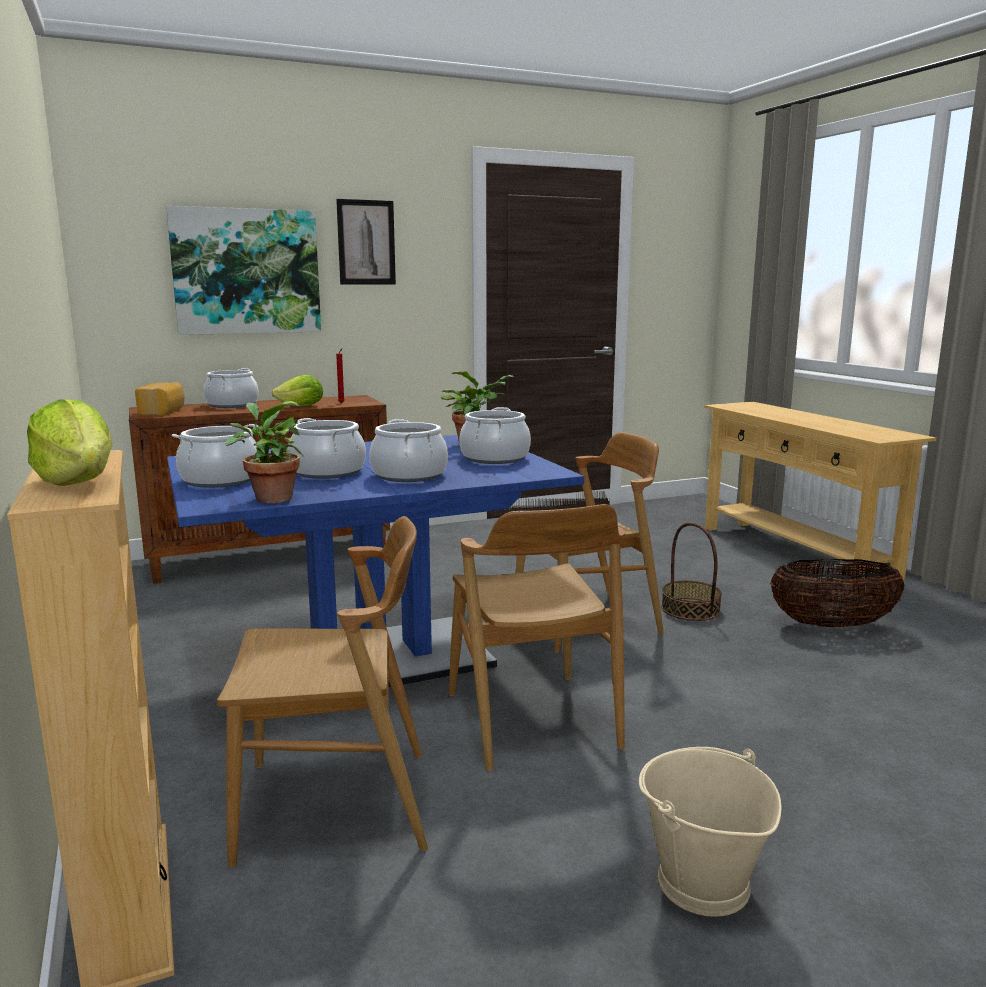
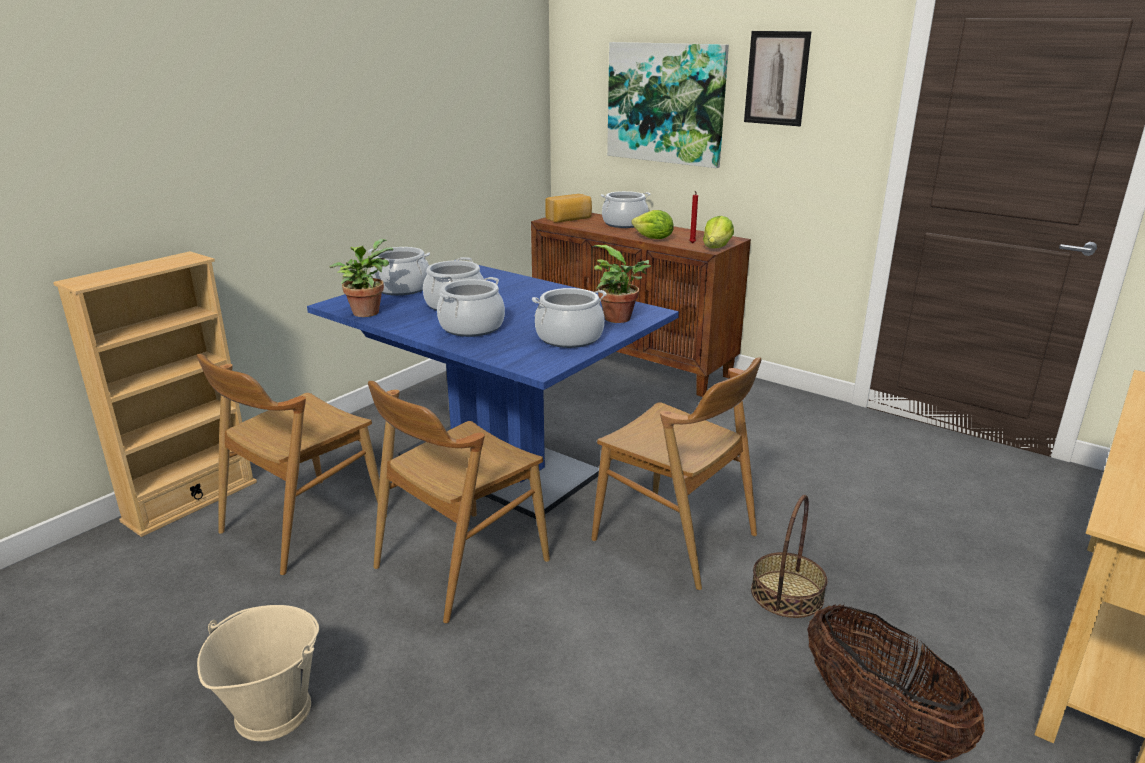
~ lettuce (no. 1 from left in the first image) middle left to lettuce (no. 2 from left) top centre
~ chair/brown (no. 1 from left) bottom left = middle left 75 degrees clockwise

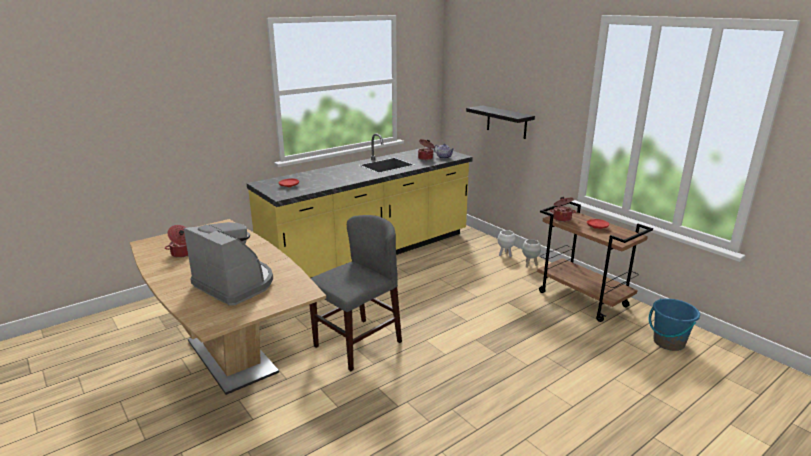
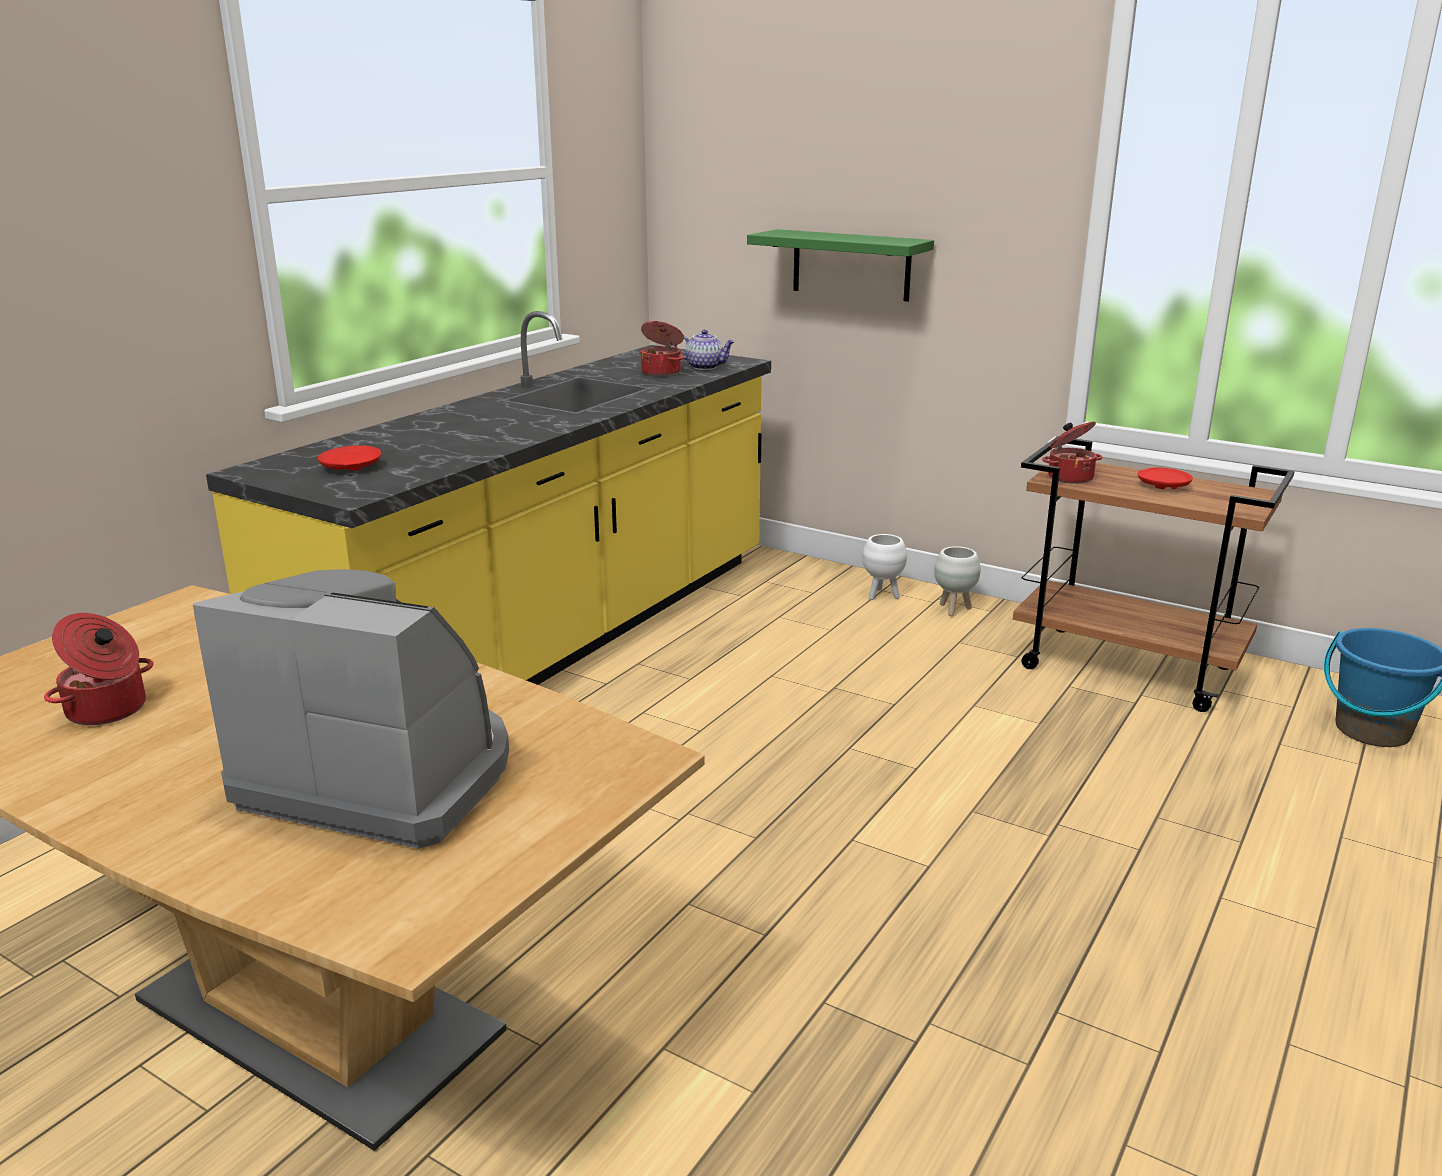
- chair/grey centre
~ shelf/black top centre to shelf/green top centre

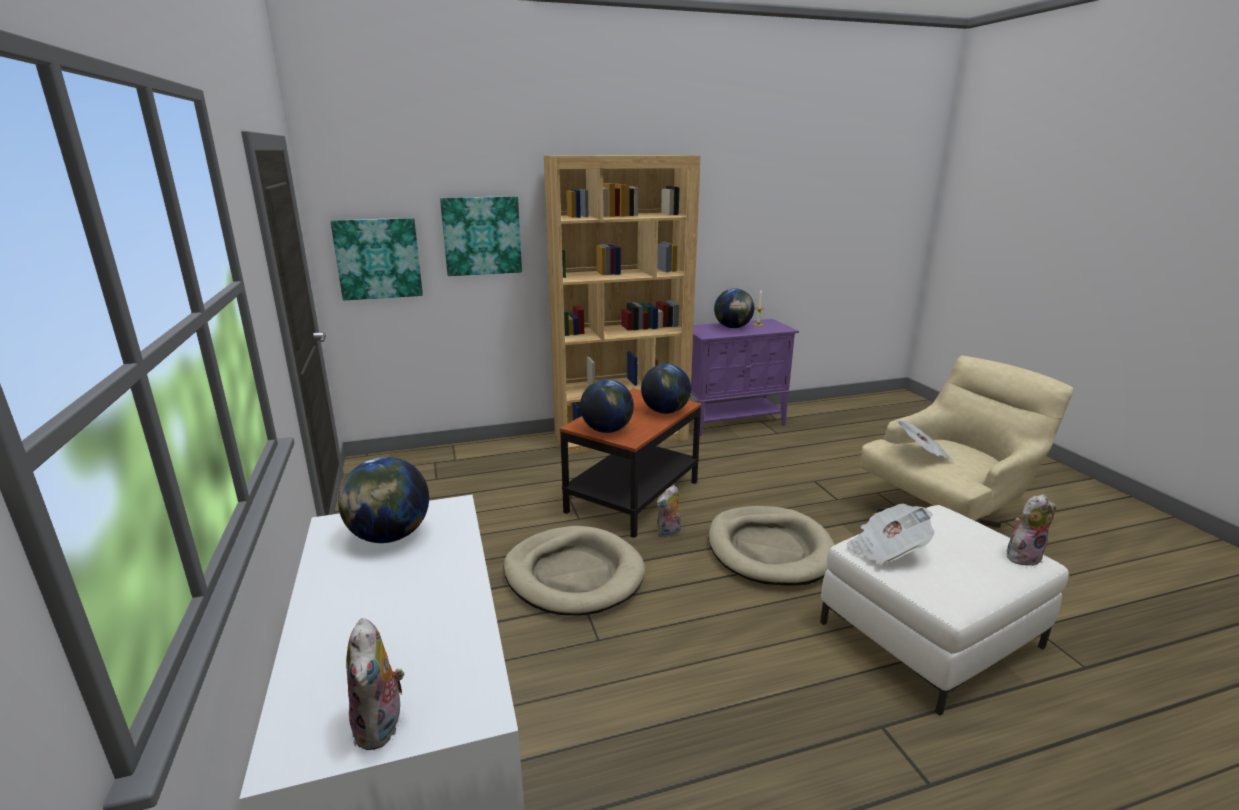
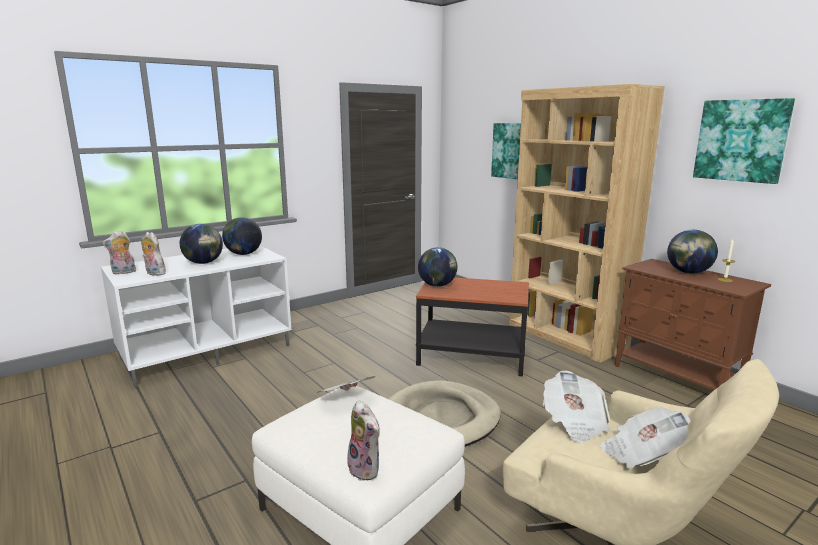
- dog bed/beige (no. 1 from left) bottom centre
+ newspaper (no. 3 from left) bottom right
~ picture (no. 1 from left in the first image) top left to picture (no. 2 from left) top right
~ globe (no. 3 from left in the first image) centre to globe (no. 1 from left) middle left
~ plush toy (no. 2 from left) centre to middle left
~ cabinet/purple centre to cabinet/brown middle right

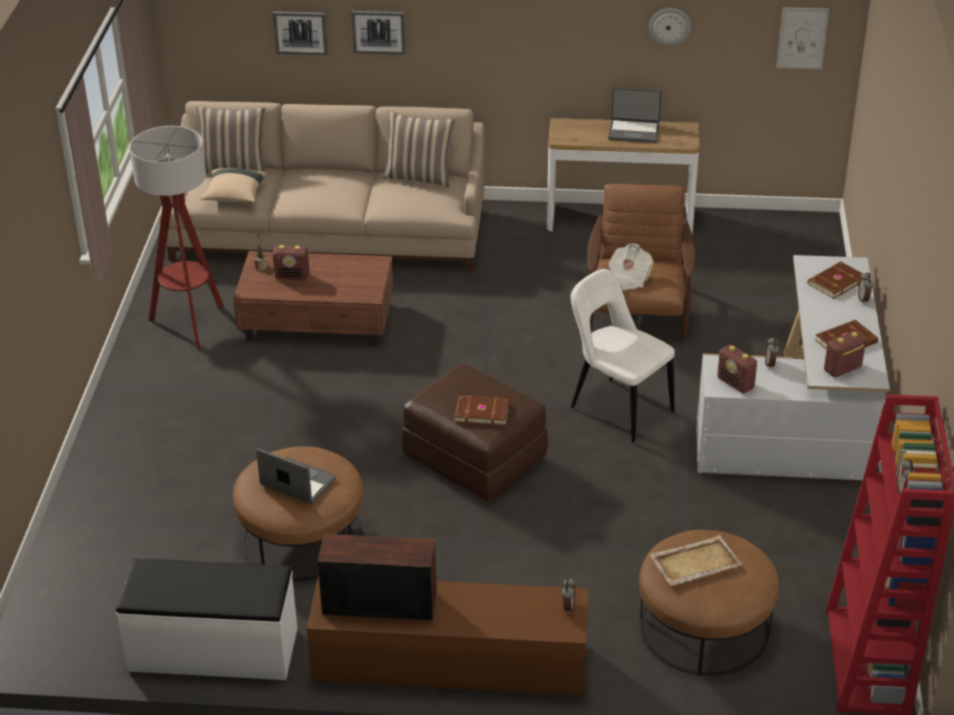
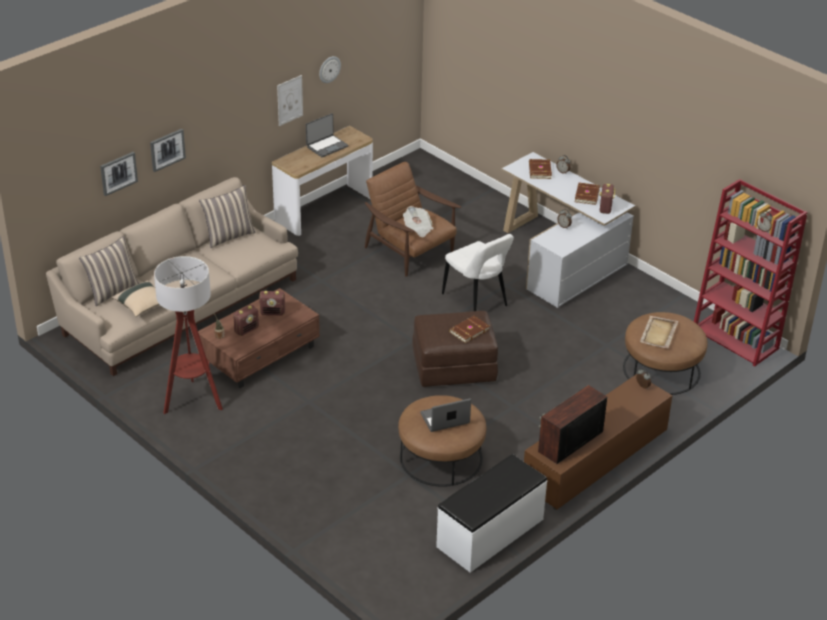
~ radio (no. 2 from left) middle right to middle left
~ picture (no. 3 from left) top right to top centre
~ chair/white centre = centre 120 degrees counterclockwise

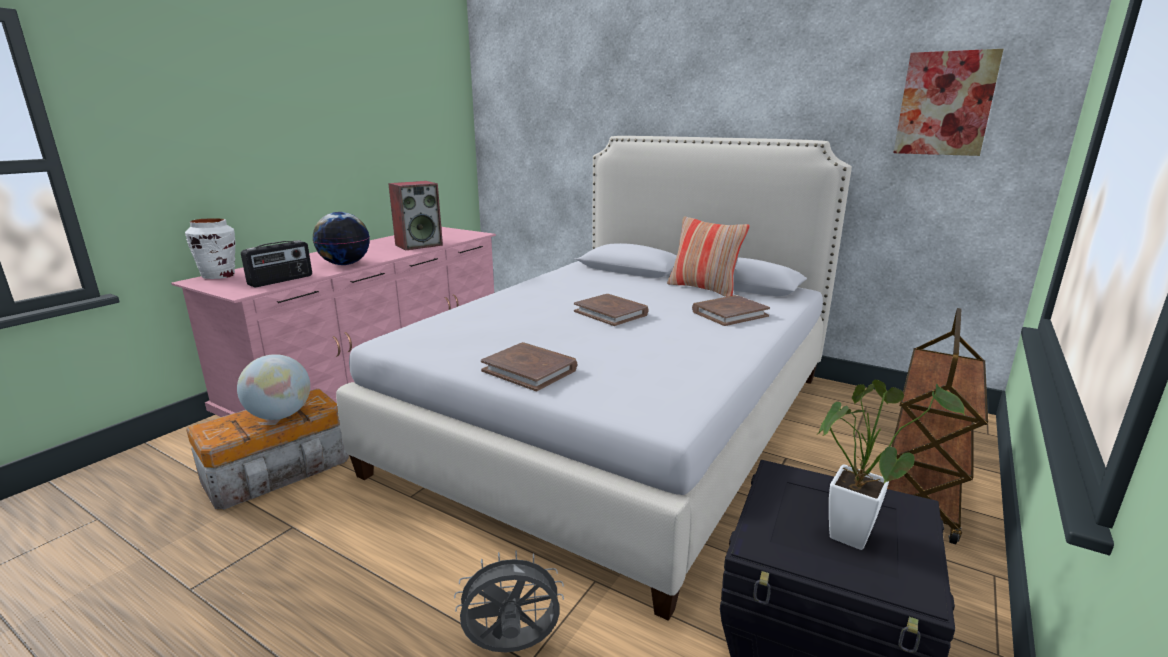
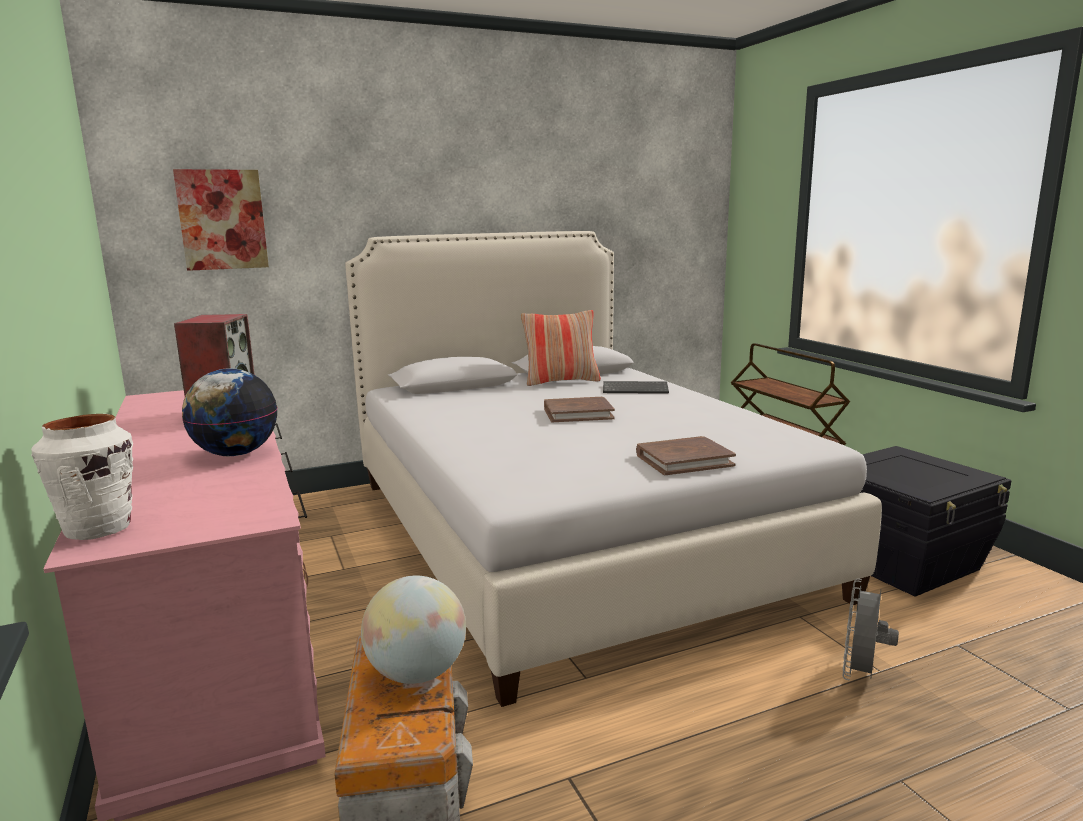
- radio middle left
- potted plant bottom right
~ picture top right to top left
~ book/brown (no. 3 from left) centre to keyboard centre

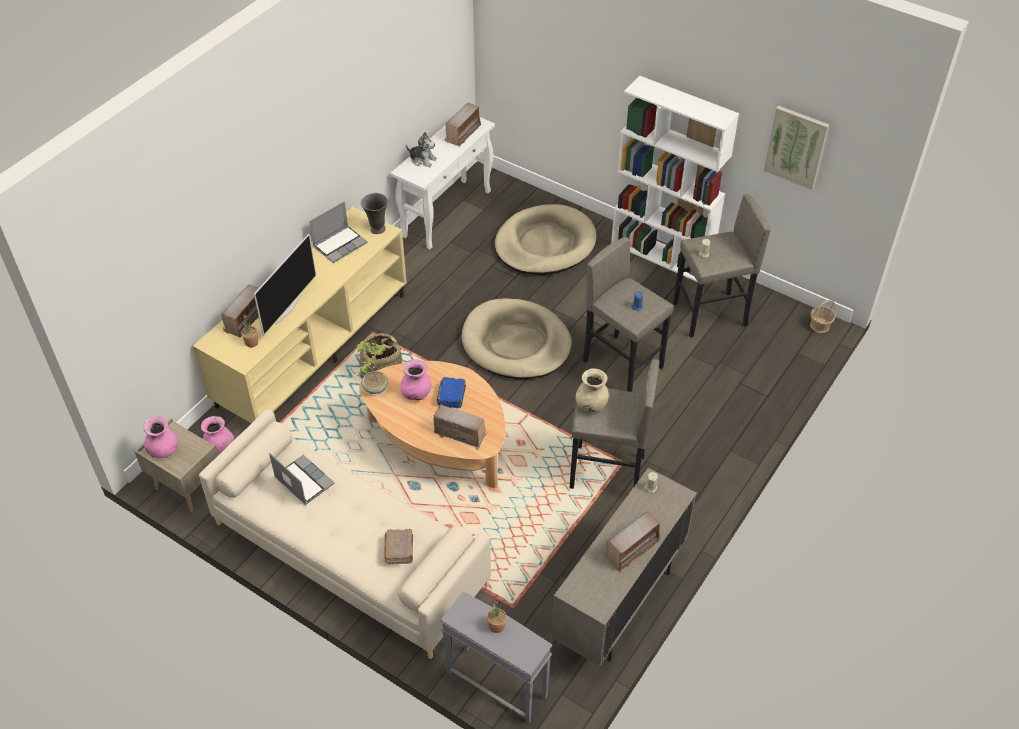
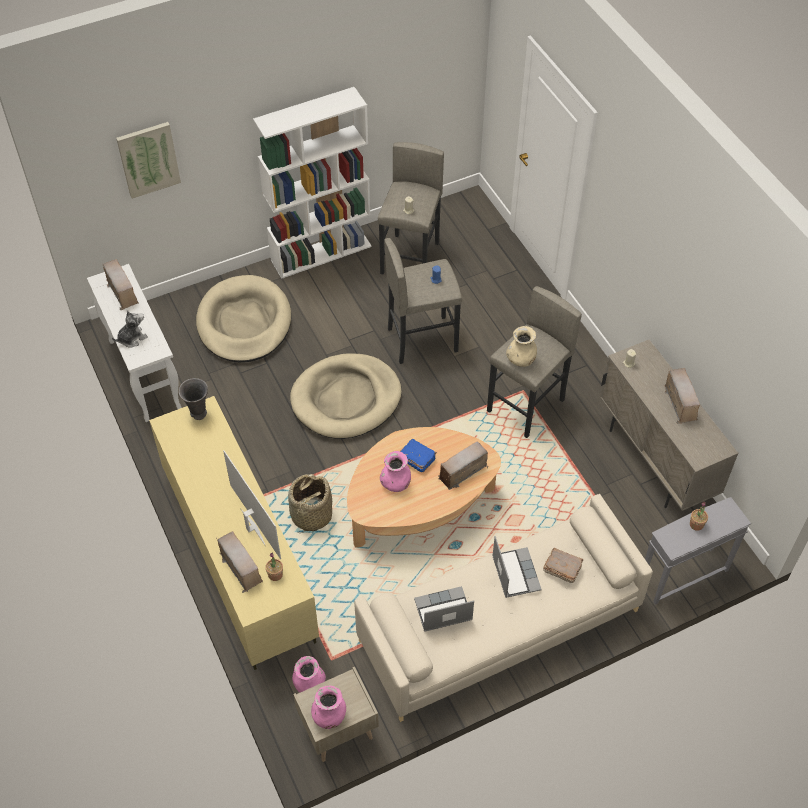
- potted plant (no. 2 from left) centre
- basket (no. 2 from left) middle right
~ laptop (no. 2 from left) top left to bottom centre
~ picture top right to top left

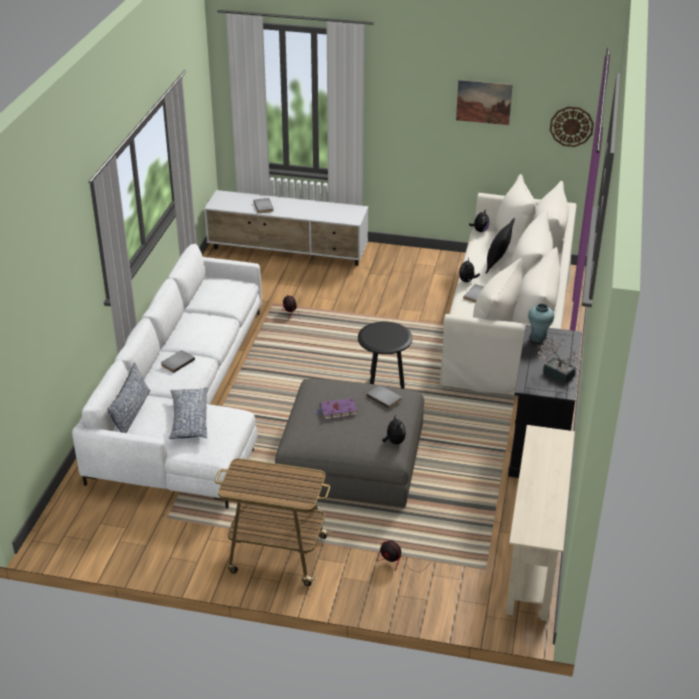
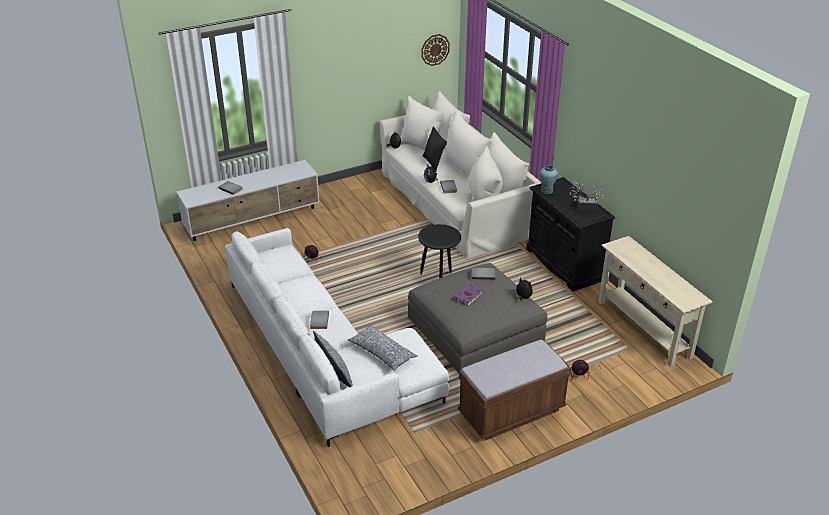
- picture top right
~ cart bottom centre to bench/brown bottom centre

